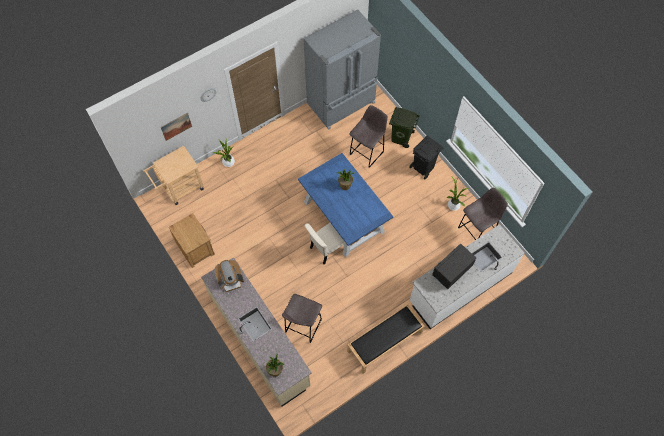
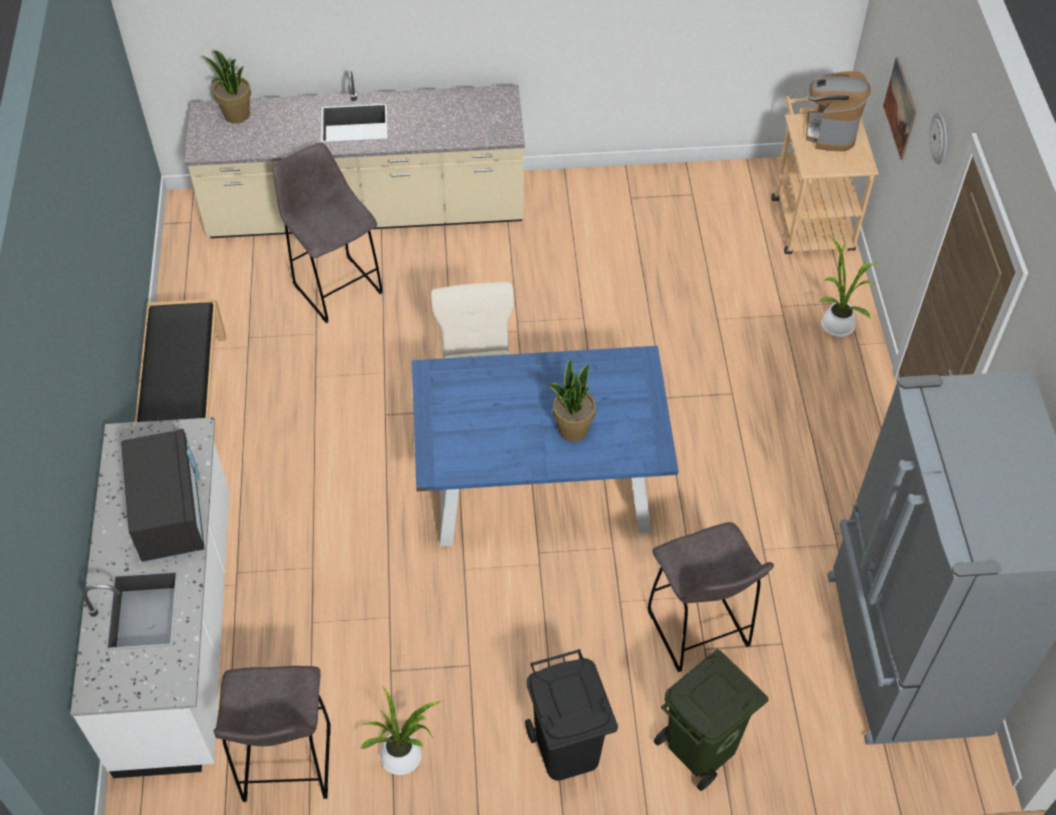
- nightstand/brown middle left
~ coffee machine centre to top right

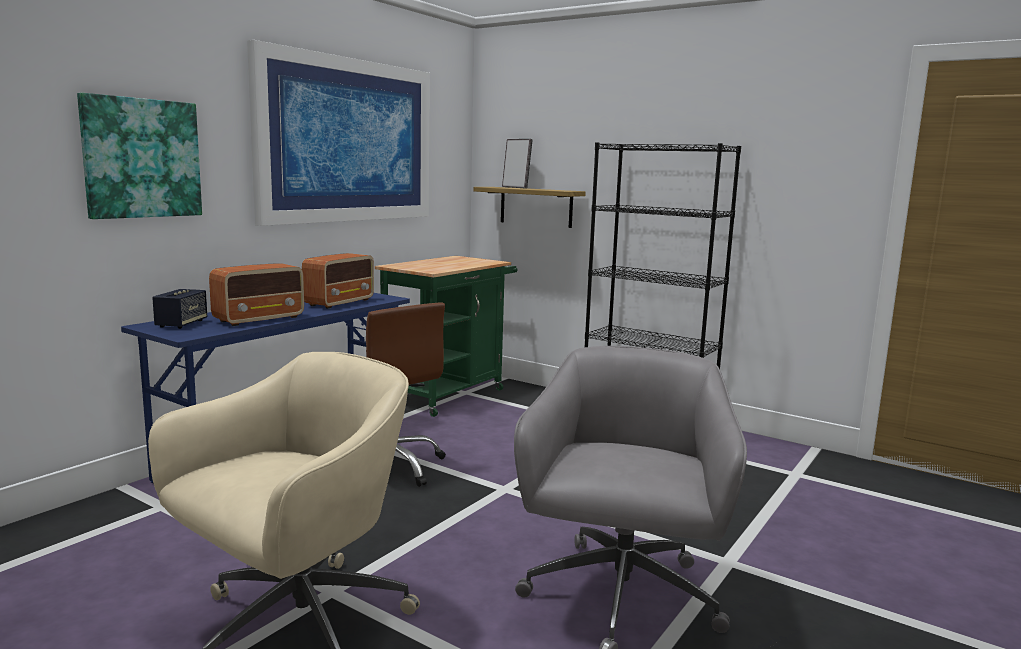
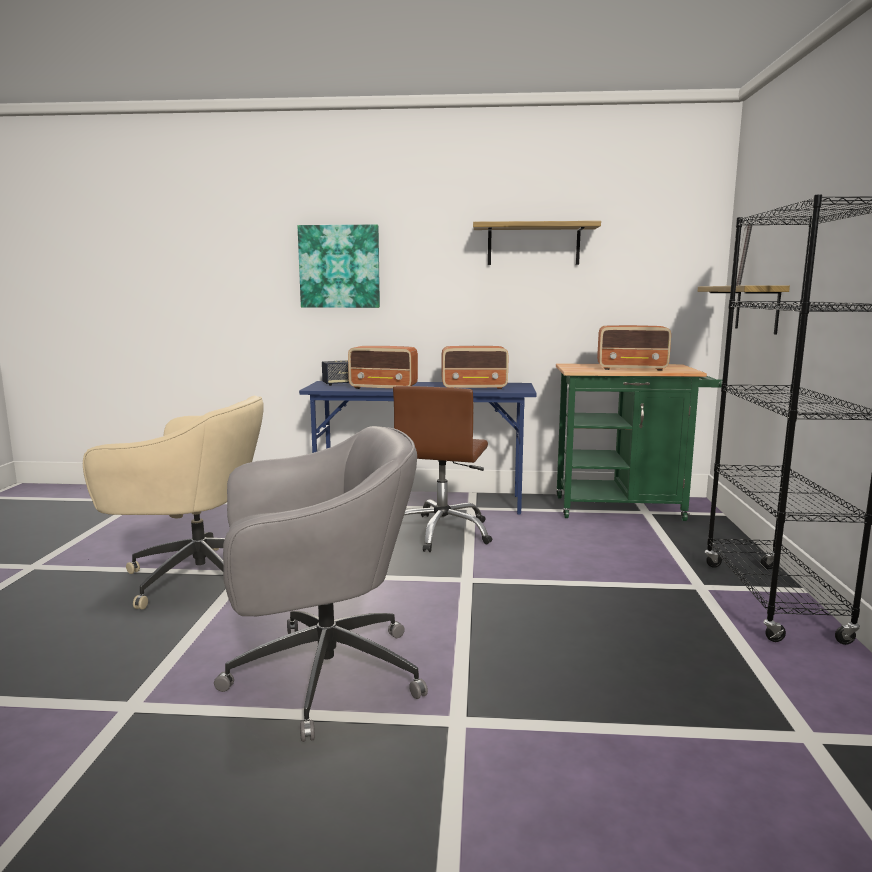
+ radio (no. 3 from left) middle right
~ picture (no. 2 from left) top left to shelf (no. 1 from left) top centre

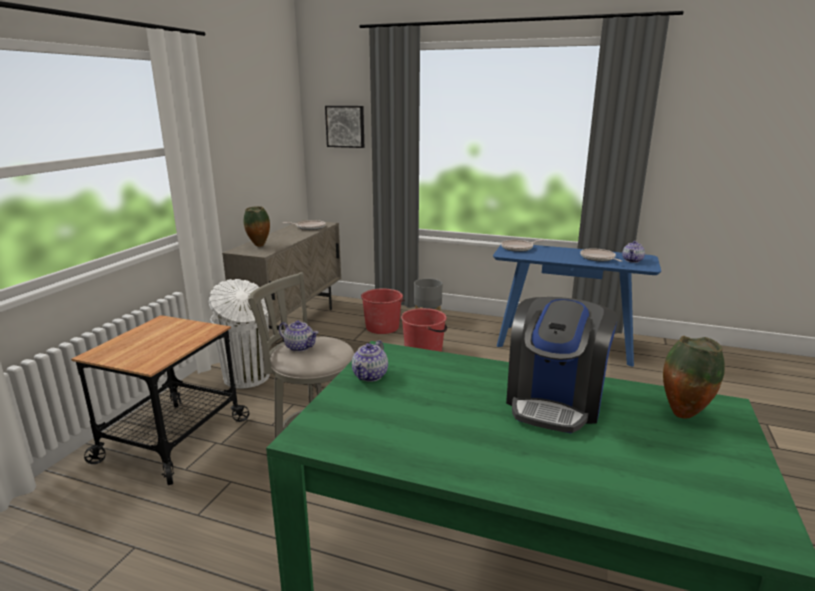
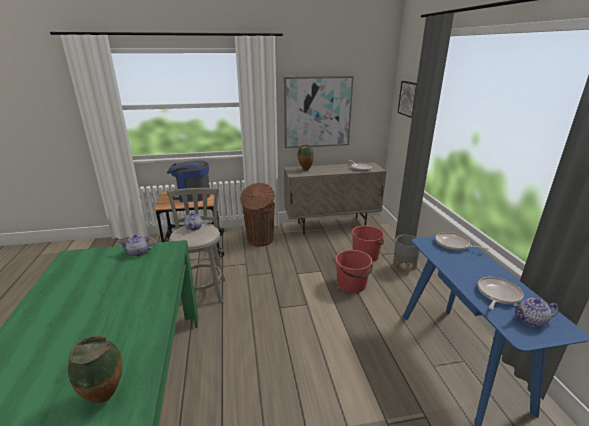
+ picture (no. 1 from left) top centre
~ coffee machine middle right to middle left
~ trash can/white middle left to trash can/brown centre

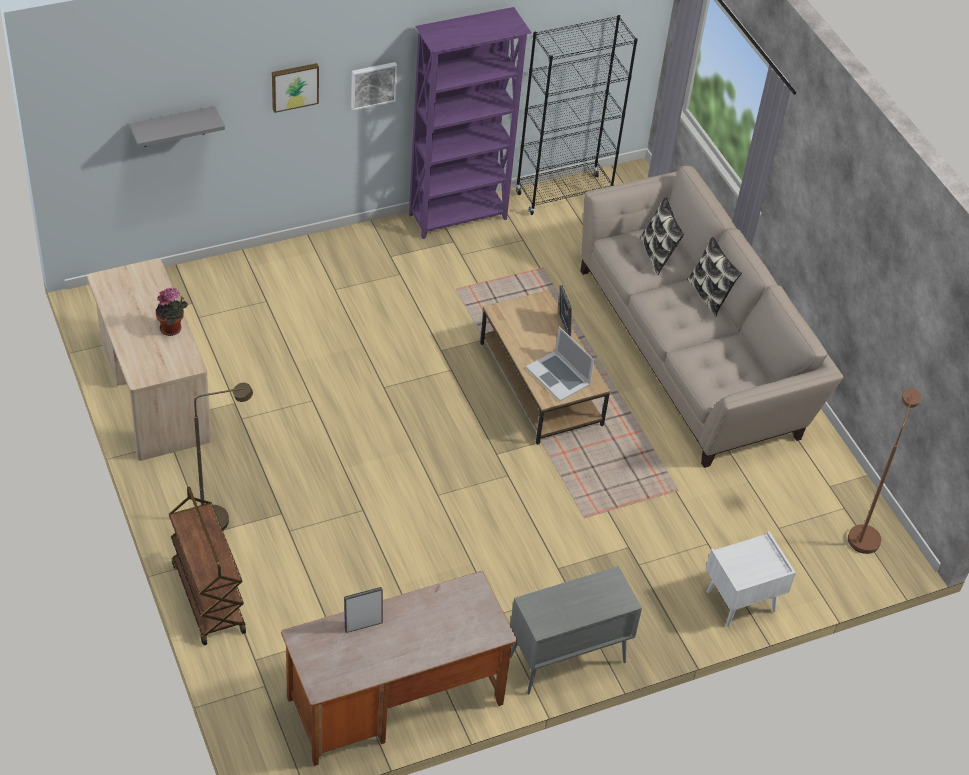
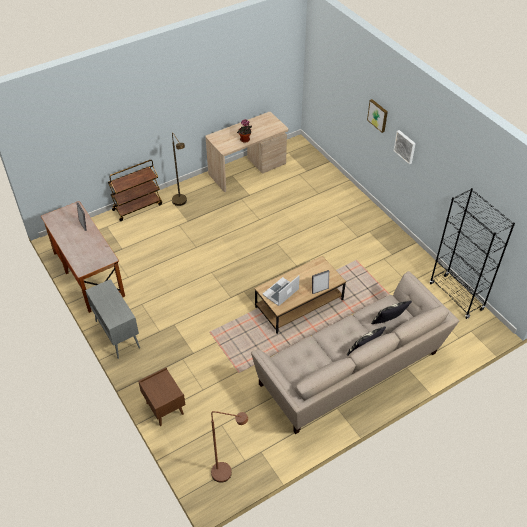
- shelf/grey top left
- bookcase/purple top centre
~ nightstand/white bottom right to nightstand/brown bottom left

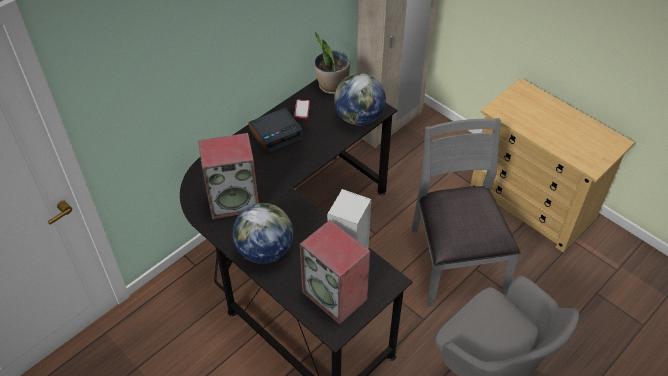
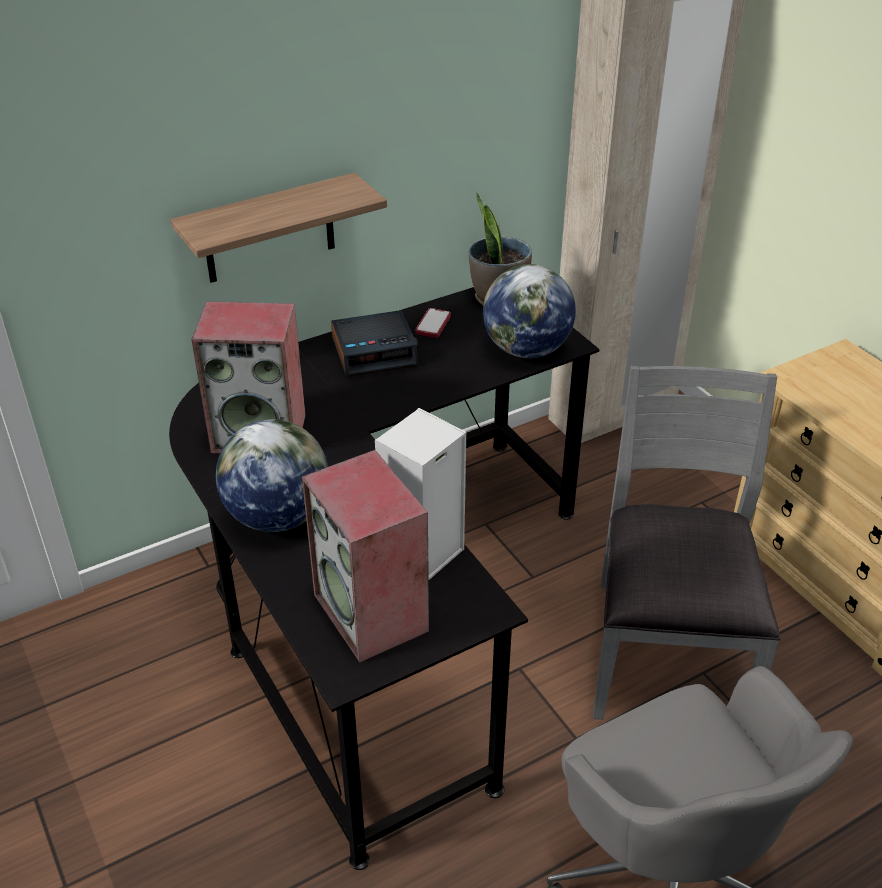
+ shelf top left

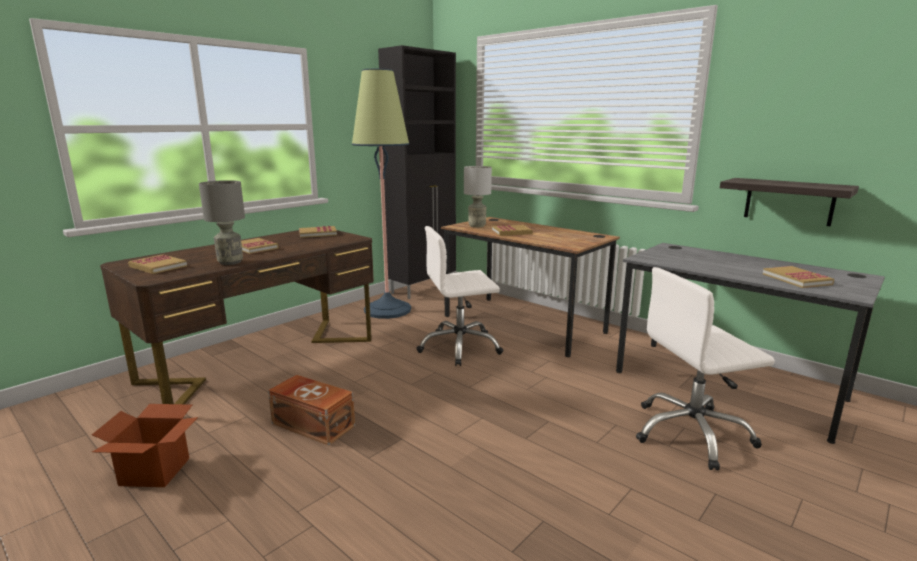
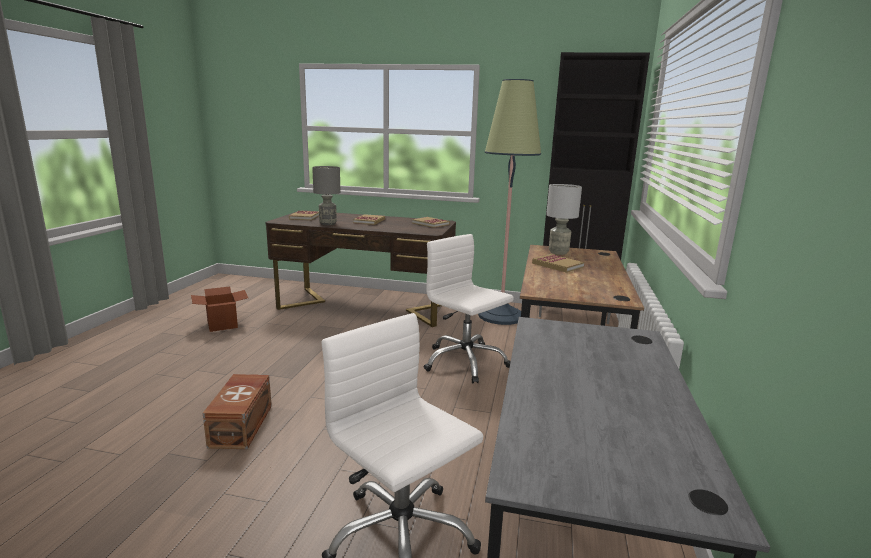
- shelf middle right
- book (no. 5 from left) middle right
~ storage box/brown bottom centre to bottom left

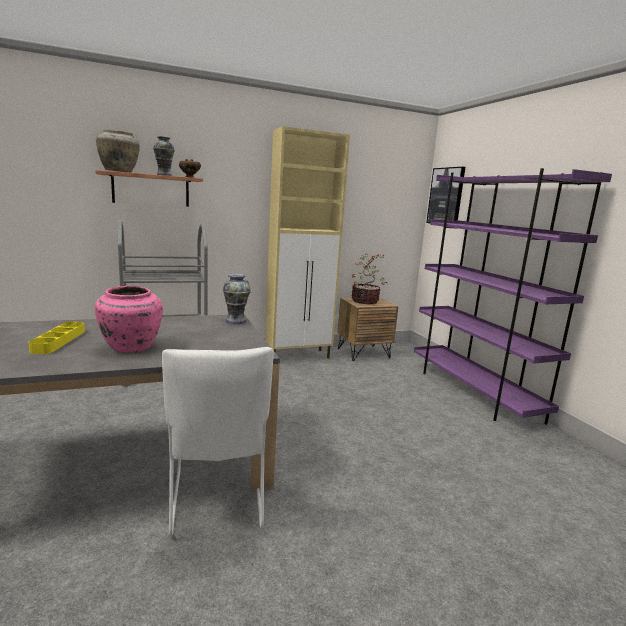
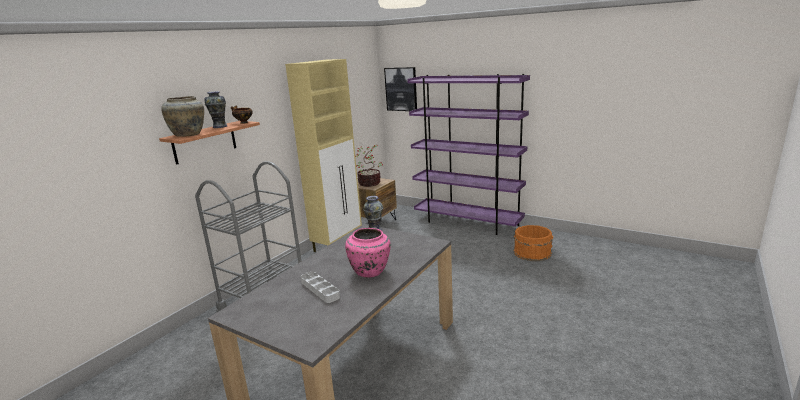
- chair/white bottom centre
+ bucket/orange centre
~ tray/yellow middle left to tray/grey bottom centre

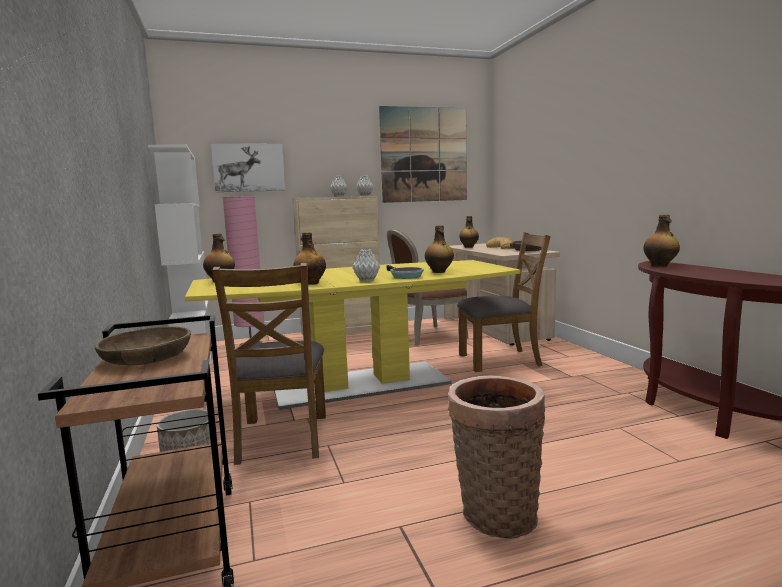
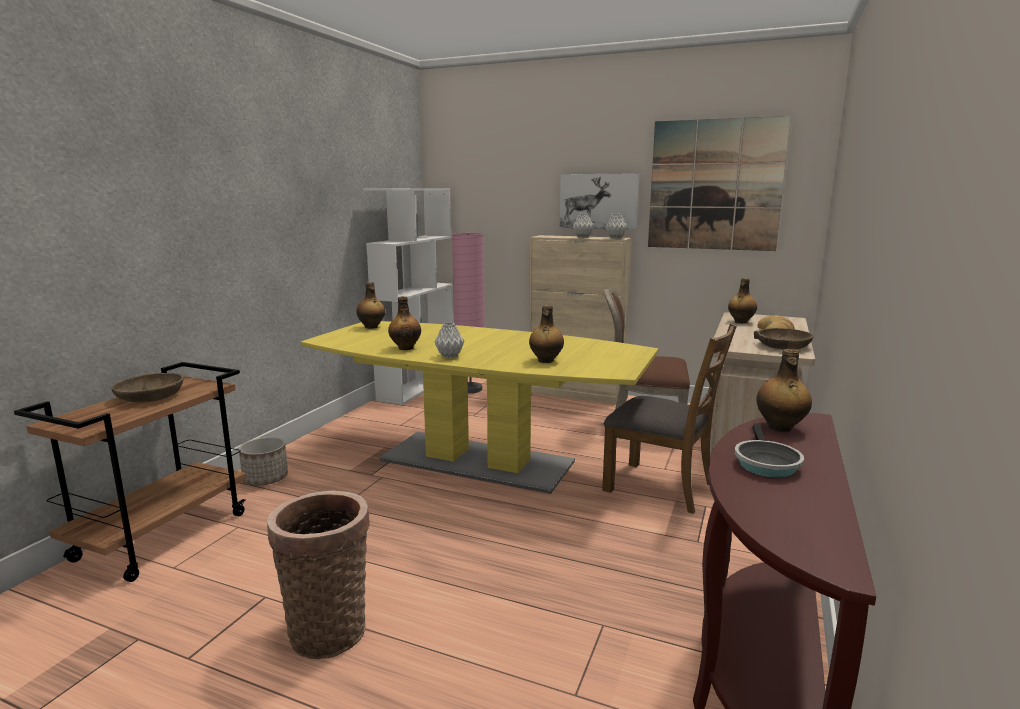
- chair/brown (no. 1 from left) centre
~ picture (no. 1 from left) top left to top centre
~ frying pan centre to middle right

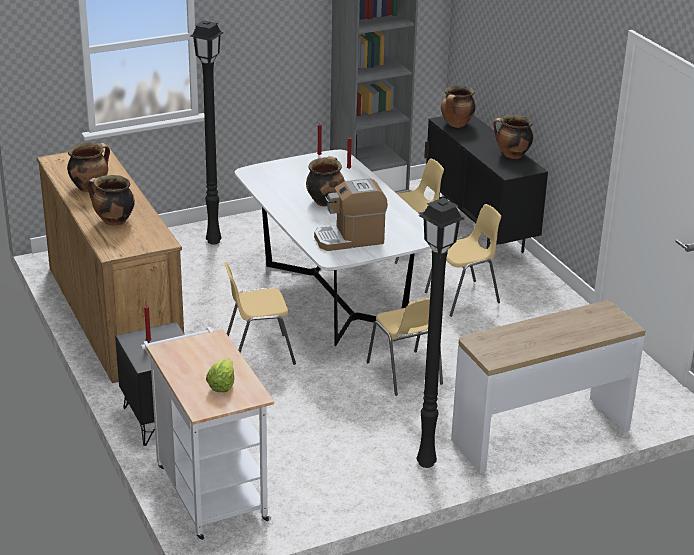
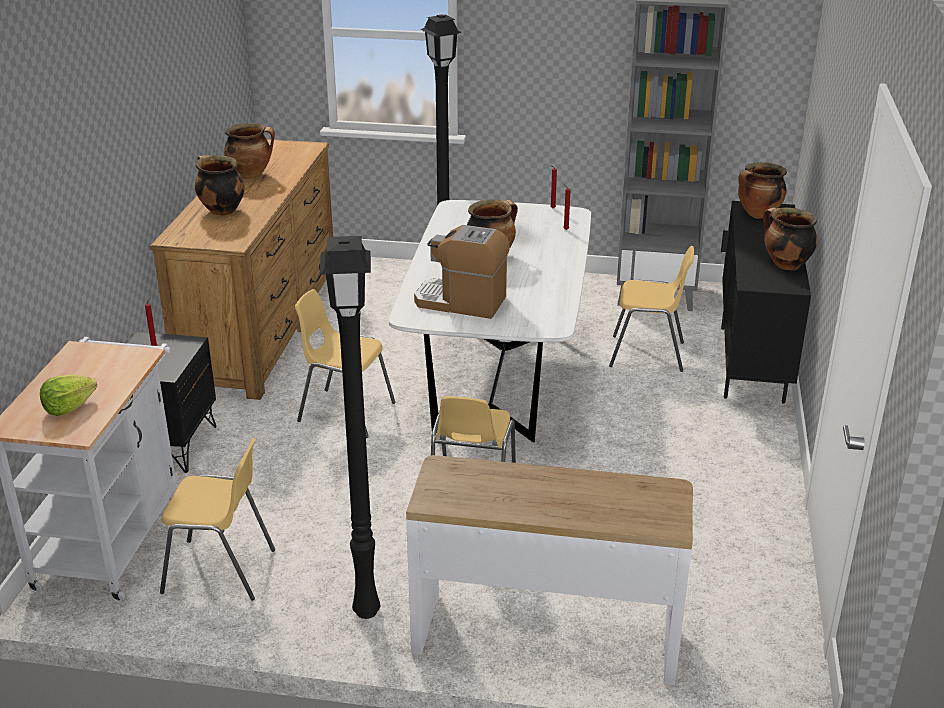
~ chair/yellow (no. 4 from left in the first image) middle right to chair/yellow (no. 1 from left) bottom left

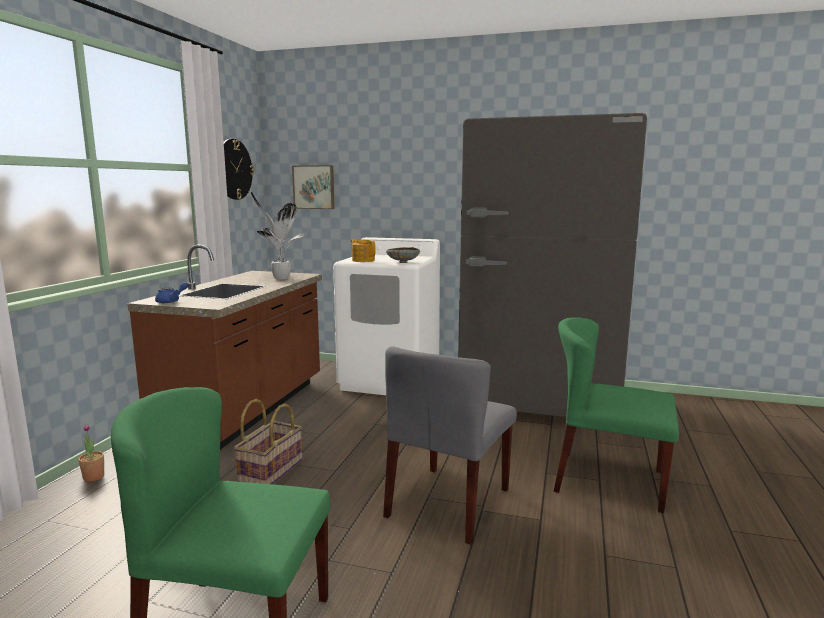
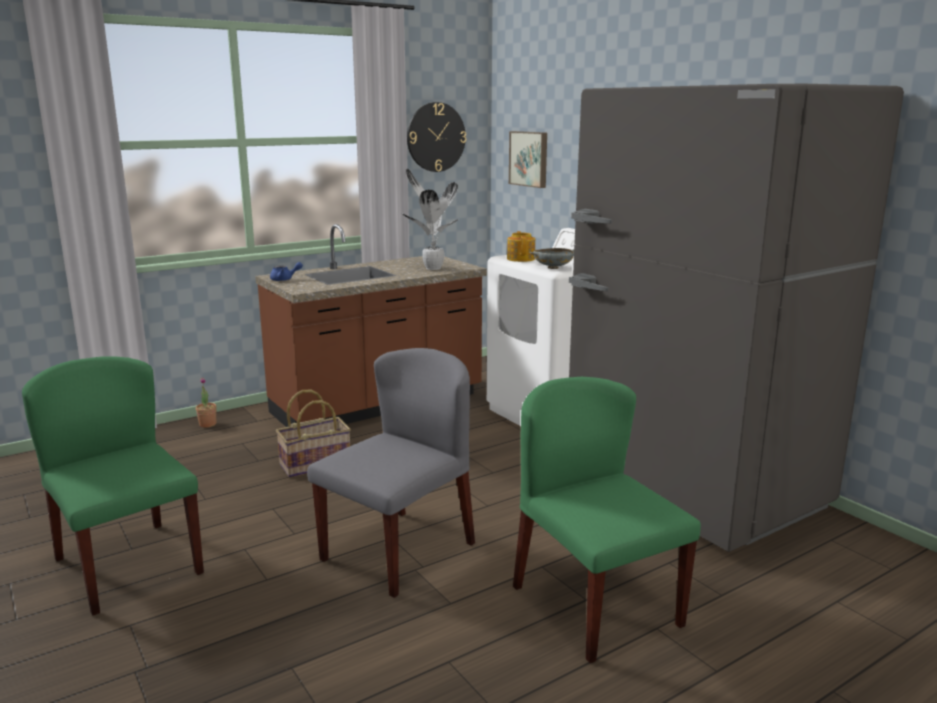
~ chair/grey bottom centre = bottom centre 150 degrees clockwise

